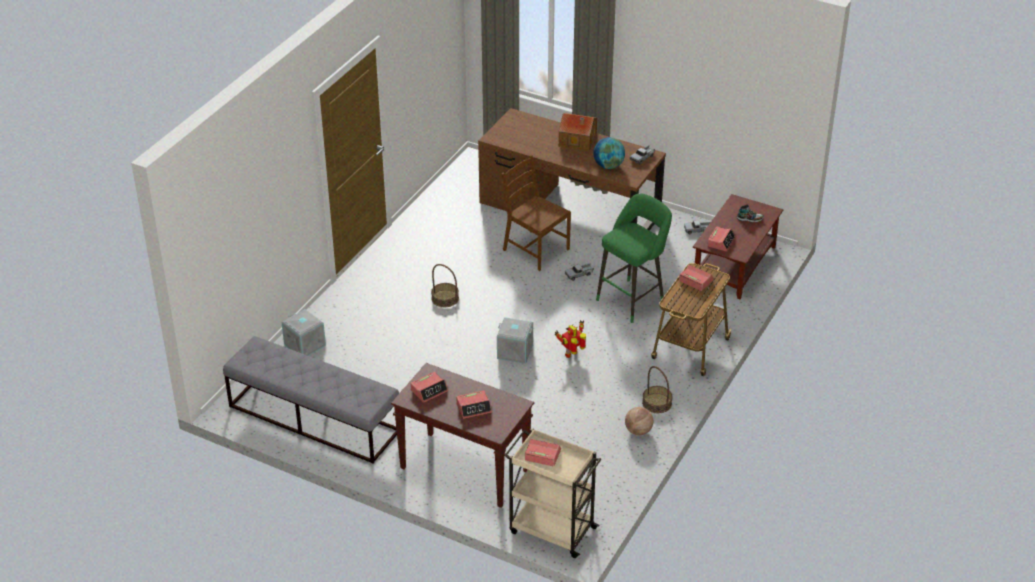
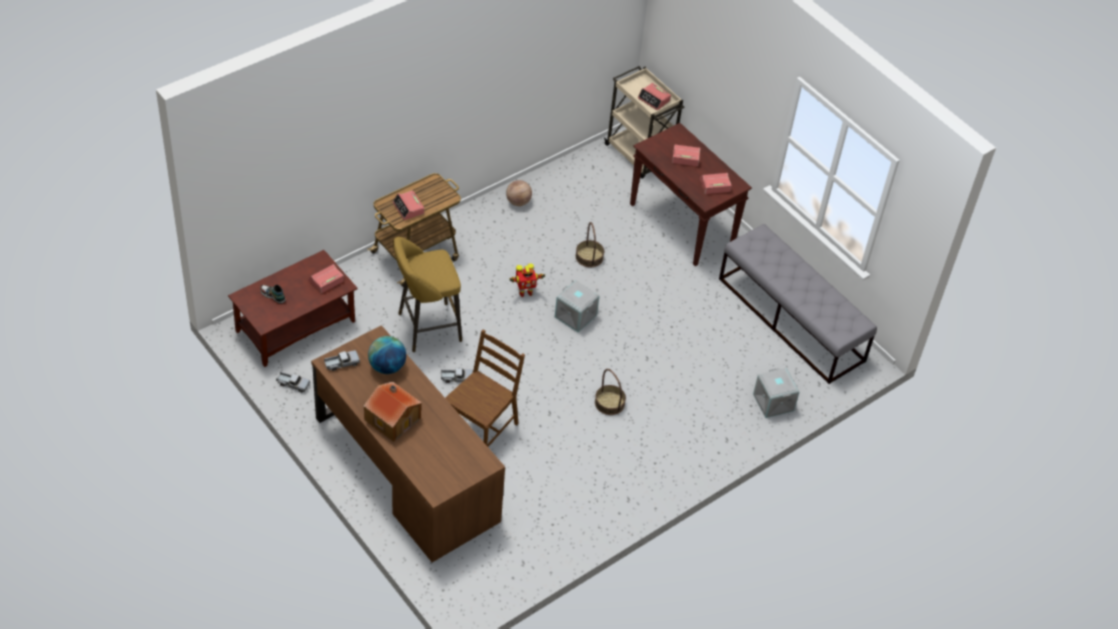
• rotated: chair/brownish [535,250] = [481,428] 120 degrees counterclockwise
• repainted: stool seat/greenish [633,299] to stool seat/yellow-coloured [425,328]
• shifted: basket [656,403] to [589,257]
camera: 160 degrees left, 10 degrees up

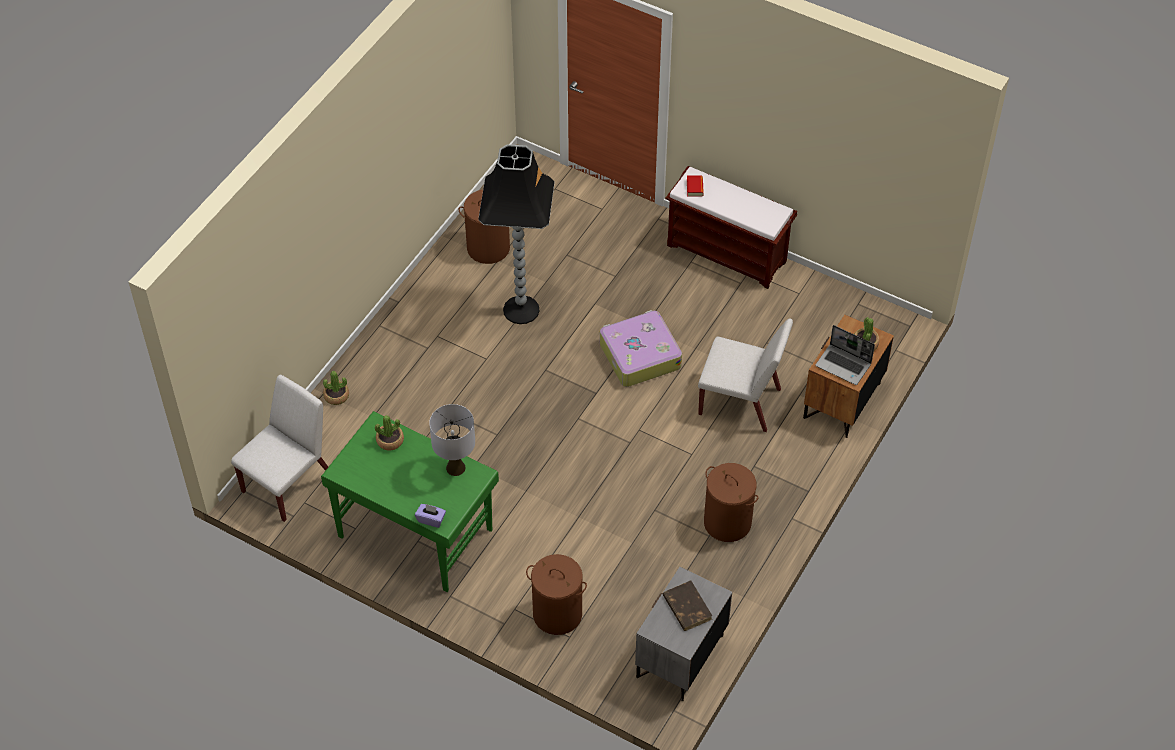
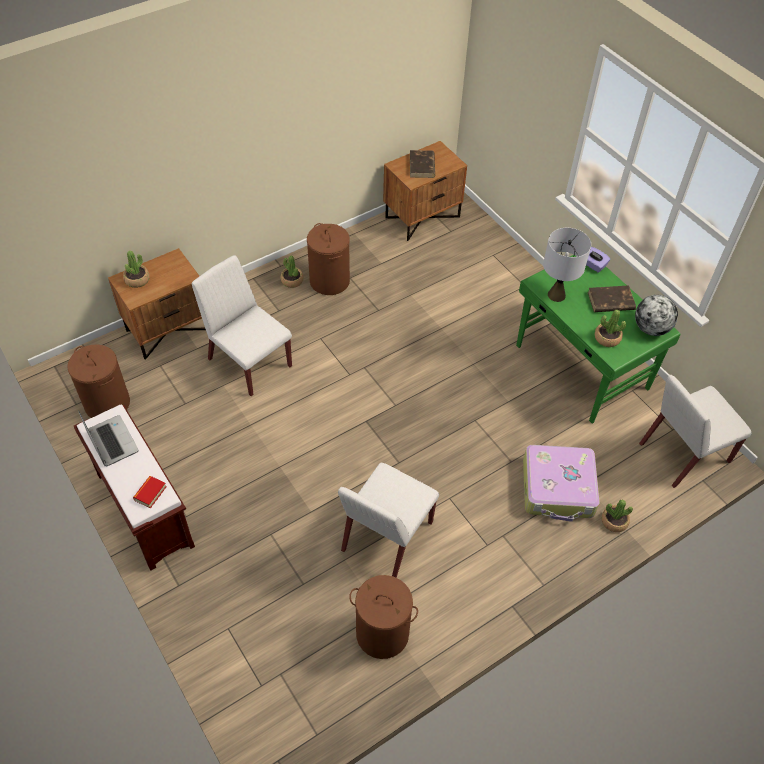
• swapped: standard lamp/blackish [522,309] to chair/whitish [386,537]
• shifted: piece of luggage [639,355] to [558,488]
• shifted: notebook computer [844,365] to [111,441]
• shifted: washing basket/brownish [557,614] to [107,404]
• repainted: nightstand/gray [680,657] to nightstand/brownish [422,216]
• new: houseplant [292,280]
• new: volume/brownish [610,301]
• new: world globe [651,328]
camera: 155 degrees left, 0 degrees up

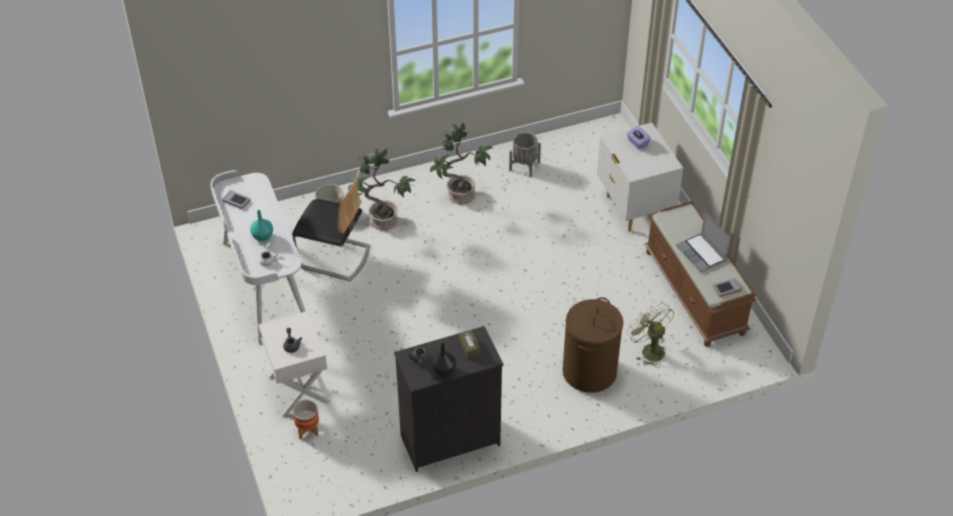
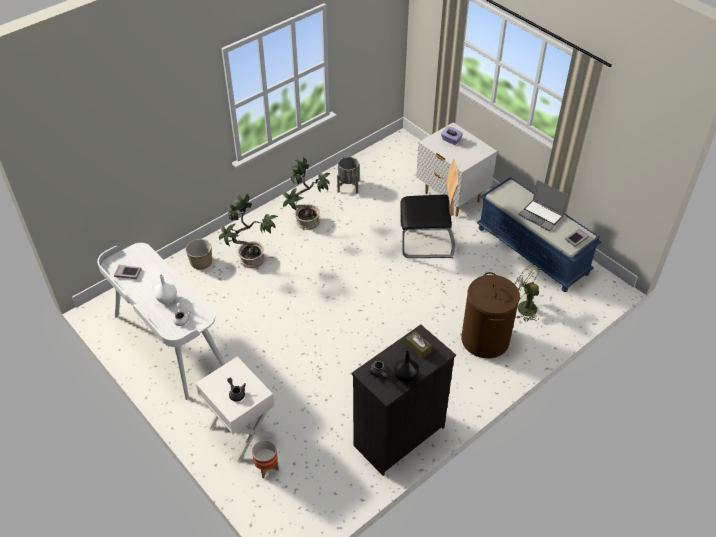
• shifted: chair [334,256] to [426,242]
• repainted: bench/brownish [696,292] to bench/bluish [533,251]
• repainted: flower vase/turquoise [262,236] to flower vase/whitish [166,299]
camera: 20 degrees left, 0 degrees up

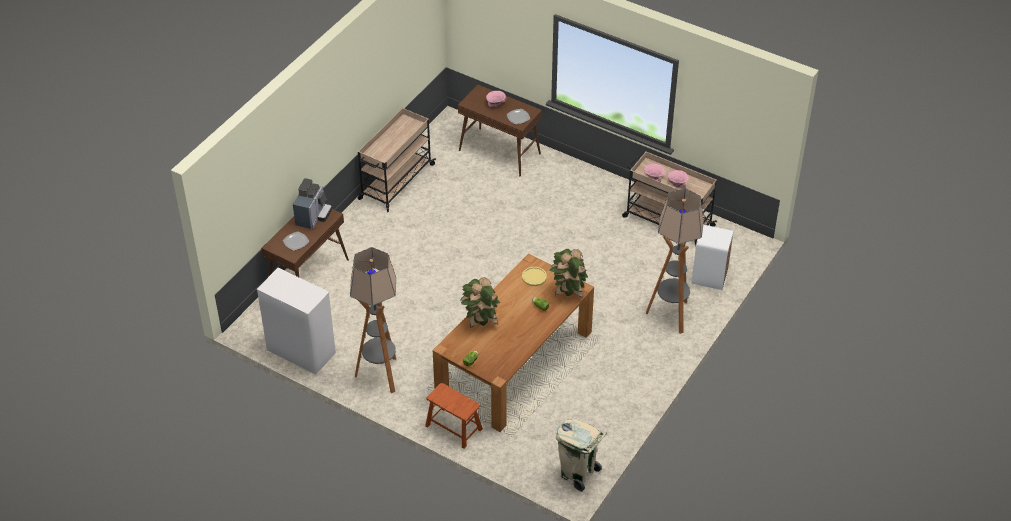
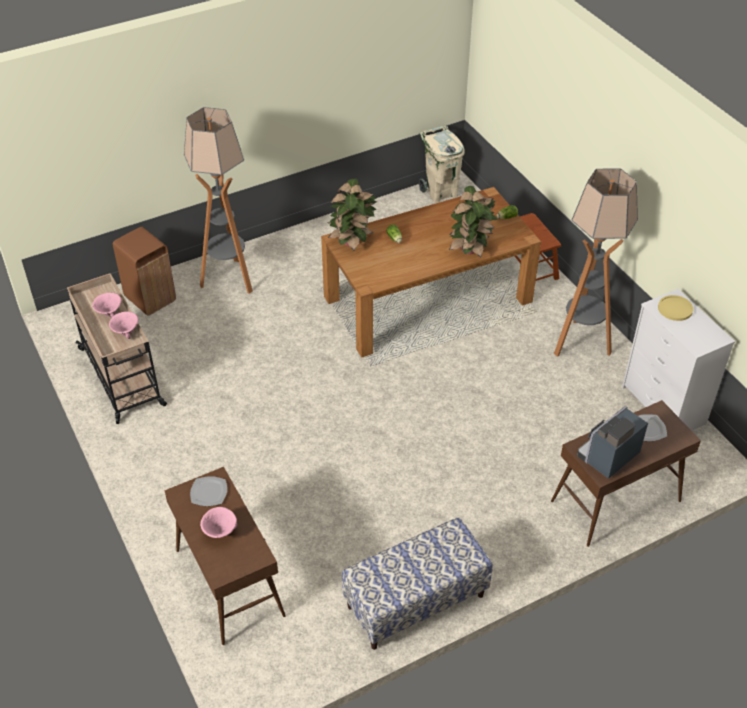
• swapped: wheeled cart/sand-coloured [396,182] to bench [415,601]
• repainted: trash can/whitish [709,278] to trash can/brownish [150,298]
• shifted: plate/yellow-coloured [534,277] to [675,308]
camera: 150 degrees left, 0 degrees up

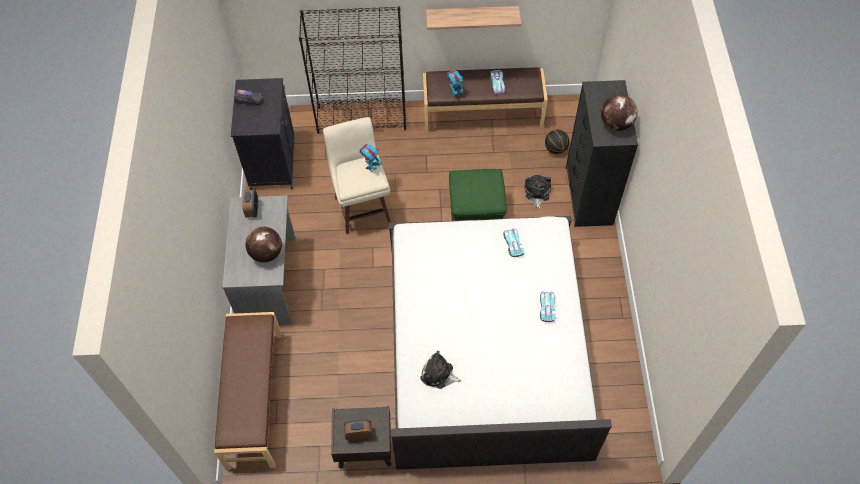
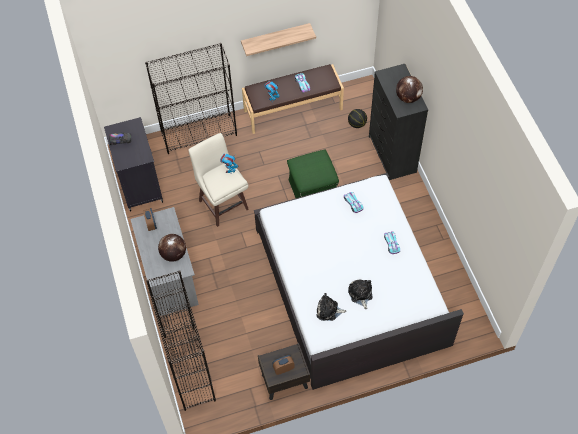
• shifted: soft toy [536,193] to [360,294]
• swapped: bench/brownish [254,399] to bookshelf/blackish [189,367]
camera: 15 degrees left, 0 degrees up

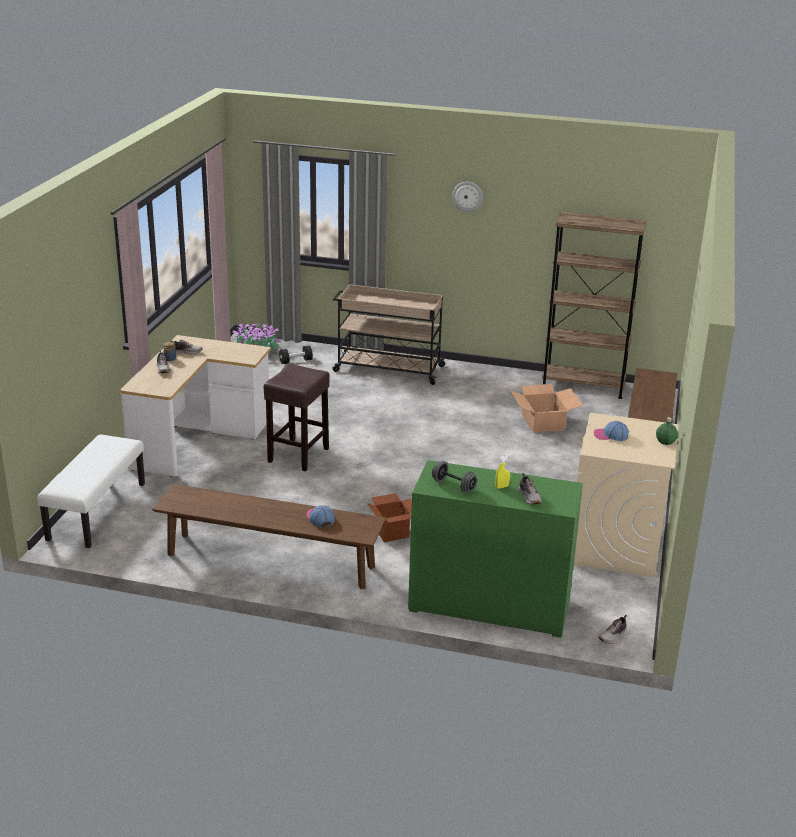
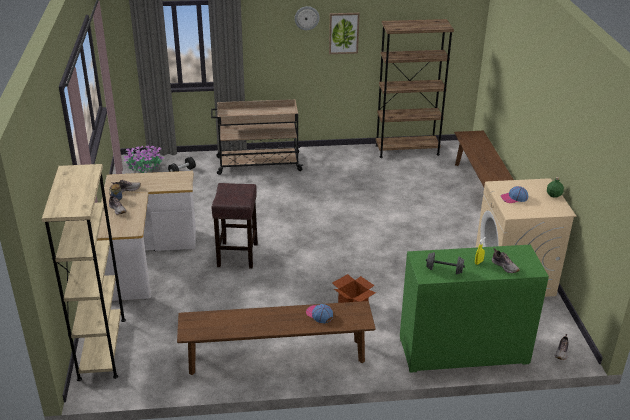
• gone: packing box [543,422]
• swapped: bench/whitish [96,511] to bookshelf/sand-coloured [102,348]
• new: wall picture [343,33]
camera: 20 degrees left, 5 degrees up

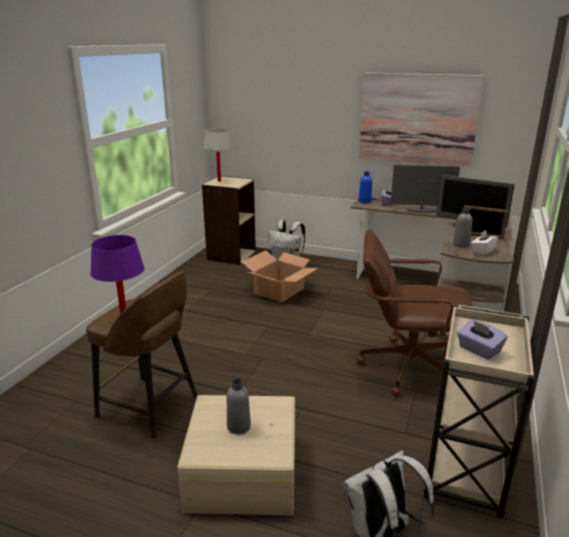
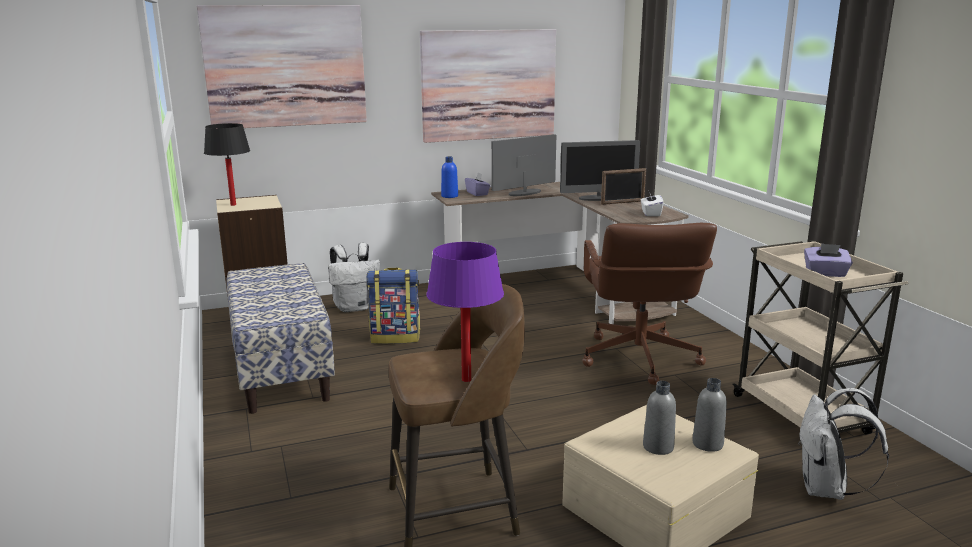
• repainted: lamp for a table/whitish [219,181] to lamp for a table/blackish [233,205]
• shifted: drink bottle/gray [461,244] to [707,444]
• rotated: desk chair/brownish [408,367] = [638,359] 60 degrees counterclockwise
• swapped: packing box [279,291] to rucksack [395,337]
• new: wall picture [285,66]
• new: bench [280,369]
camera: 40 degrees left, 5 degrees down

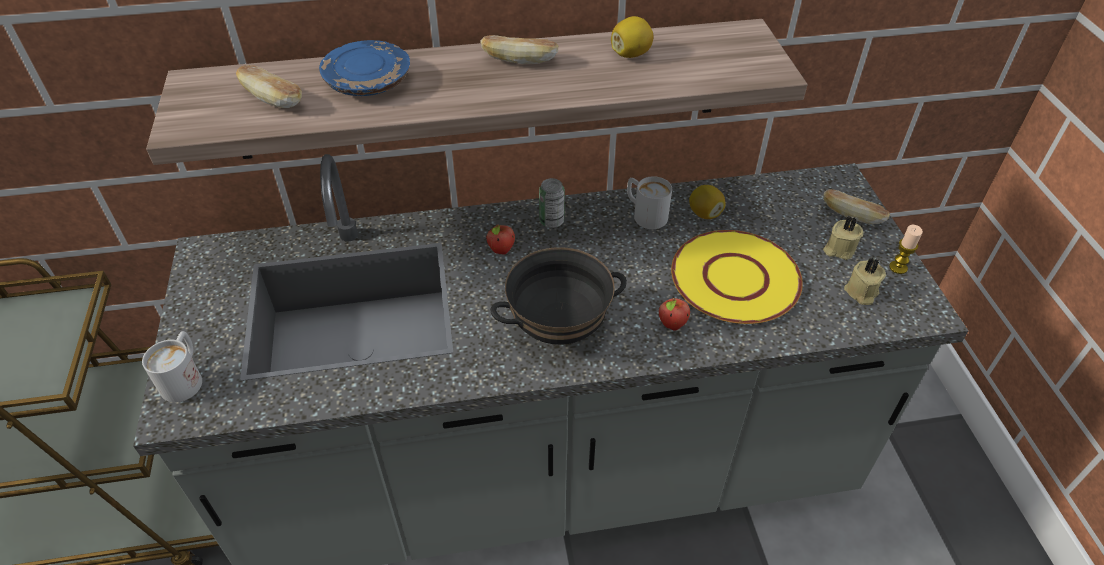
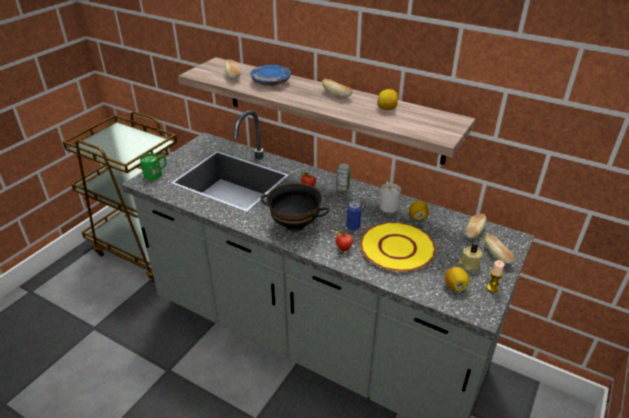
• swapped: wax light/sand-coloured [861,292] to lemon [455,286]
• repainted: coffee mug/whitish [185,377] to coffee mug/greenish [156,173]
• new: sealed can [353,227]
• new: bakery bread [473,232]
camera: 40 degrees right, 10 degrees down

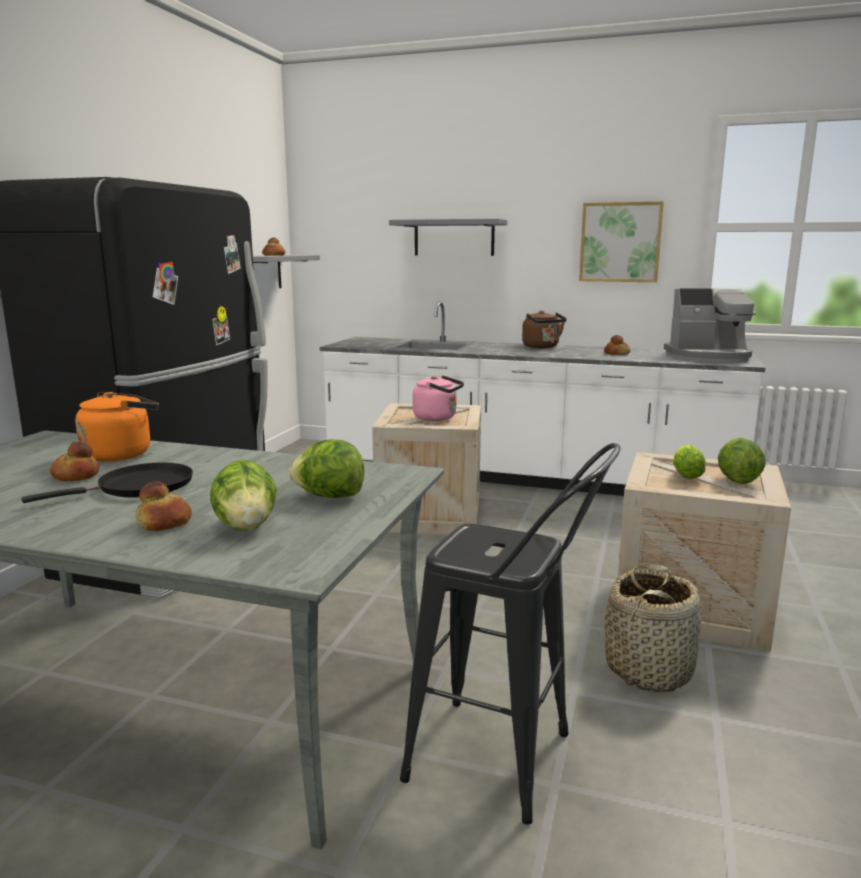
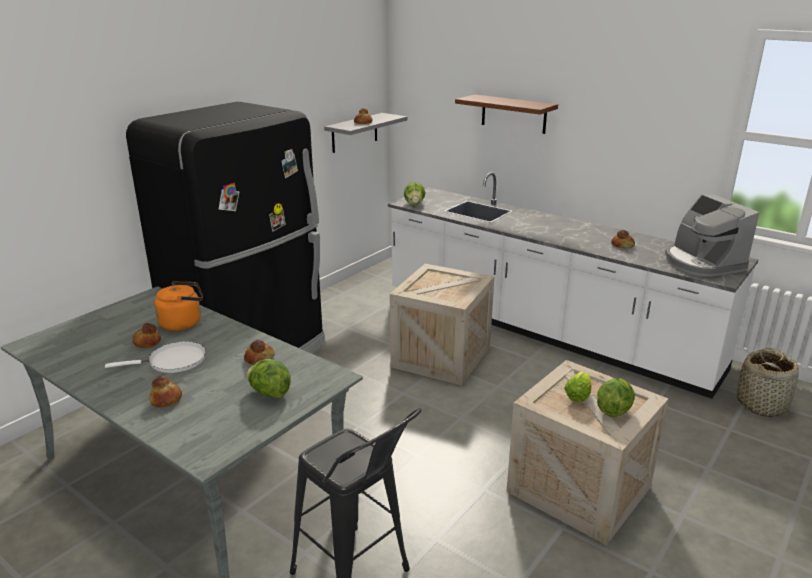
• gone: wall picture [620,242]
• repainted: shelf/gray [454,238] to shelf/brownish [513,114]
• rotated: coffee machine [708,357] = [701,263] 45 degrees clockwise
• gone: kettle/brownish [542,347]
• gone: kettle/pink [438,418]
• shifted: lettuce head [246,526] to [414,204]
• repainted: frying pan/blackish [139,487] to frying pan/whitish [173,361]
• shifted: basket [649,669] to [762,404]
• new: bakery bread [259,358]
camera: 20 degrees right, 10 degrees up

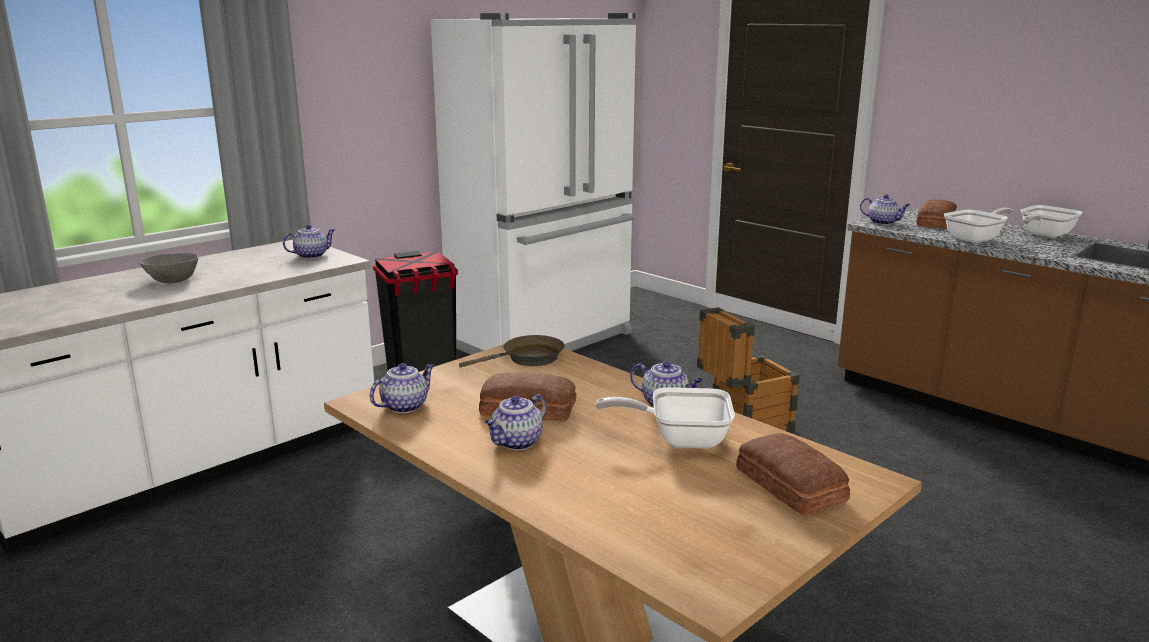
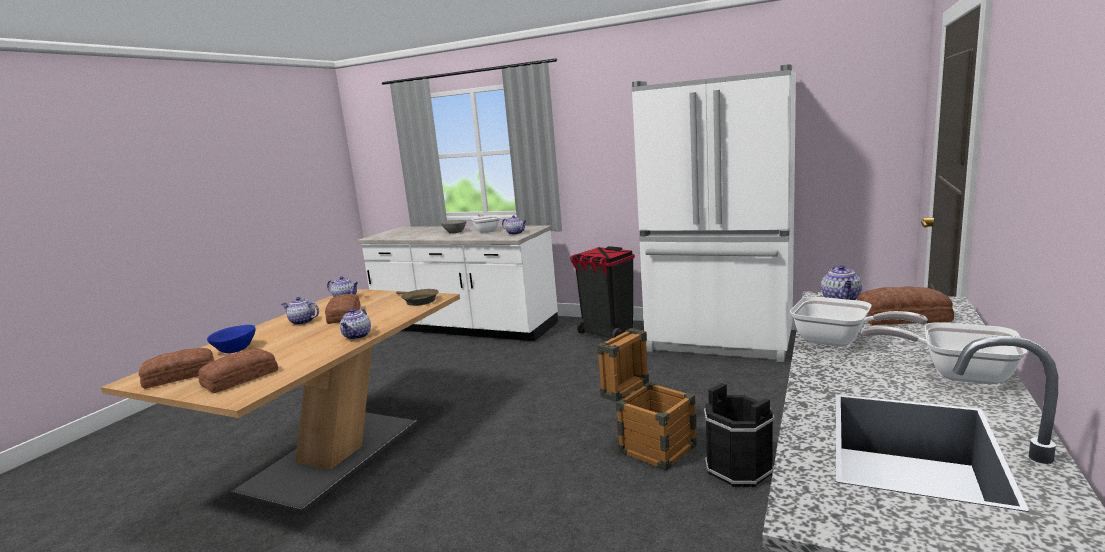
• shifted: frying pan [680,439] to [486,231]
• new: serving bowl/bluish [235,350]
• new: bakery bread [180,376]
• new: pail/blackish [739,468]
camera: 70 degrees right, 5 degrees down

